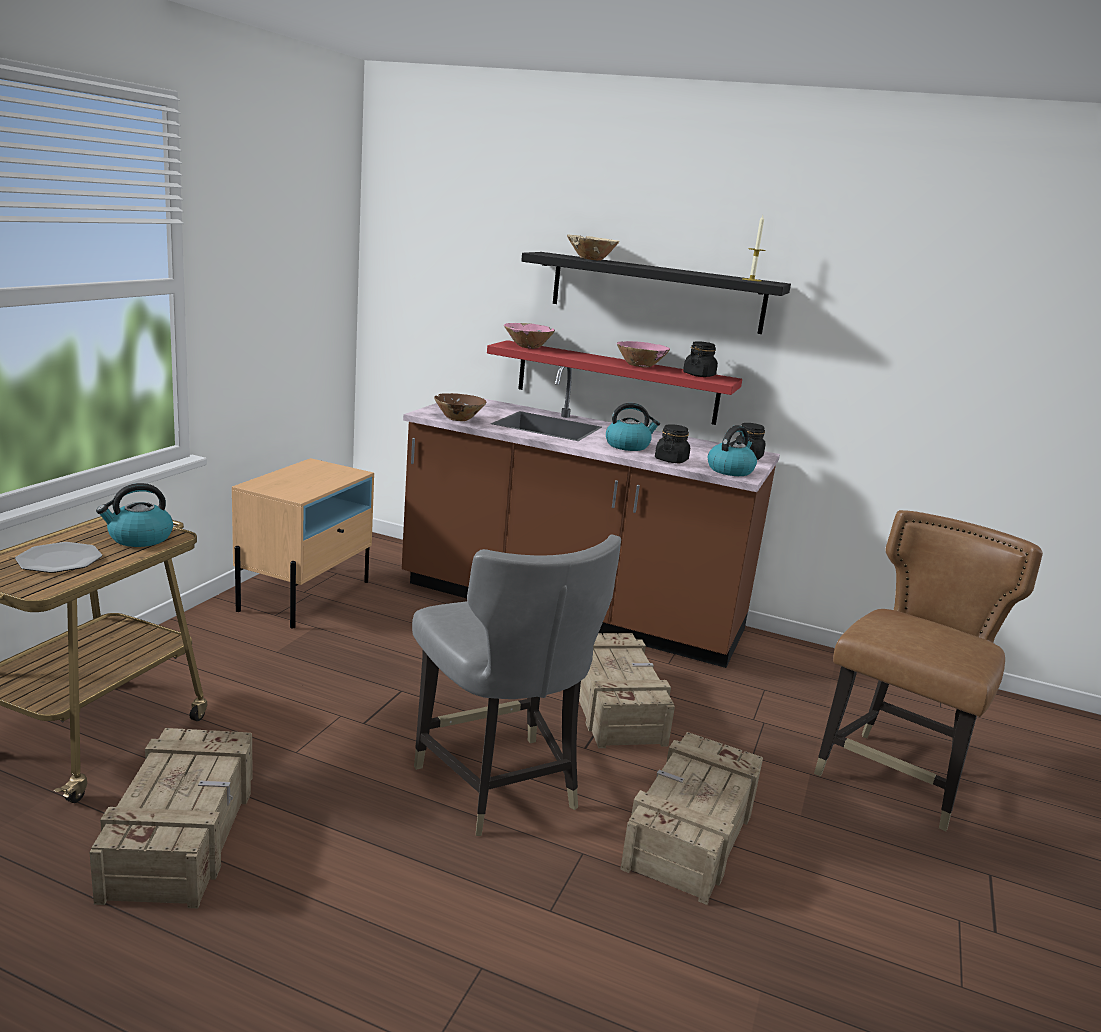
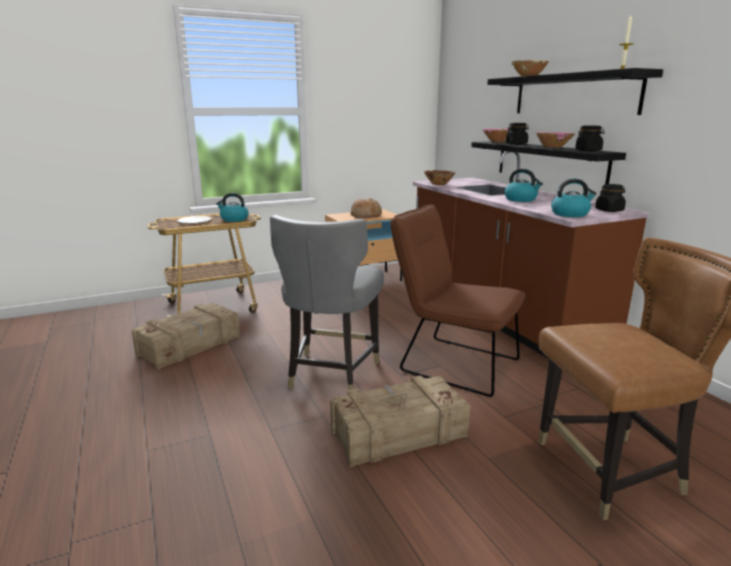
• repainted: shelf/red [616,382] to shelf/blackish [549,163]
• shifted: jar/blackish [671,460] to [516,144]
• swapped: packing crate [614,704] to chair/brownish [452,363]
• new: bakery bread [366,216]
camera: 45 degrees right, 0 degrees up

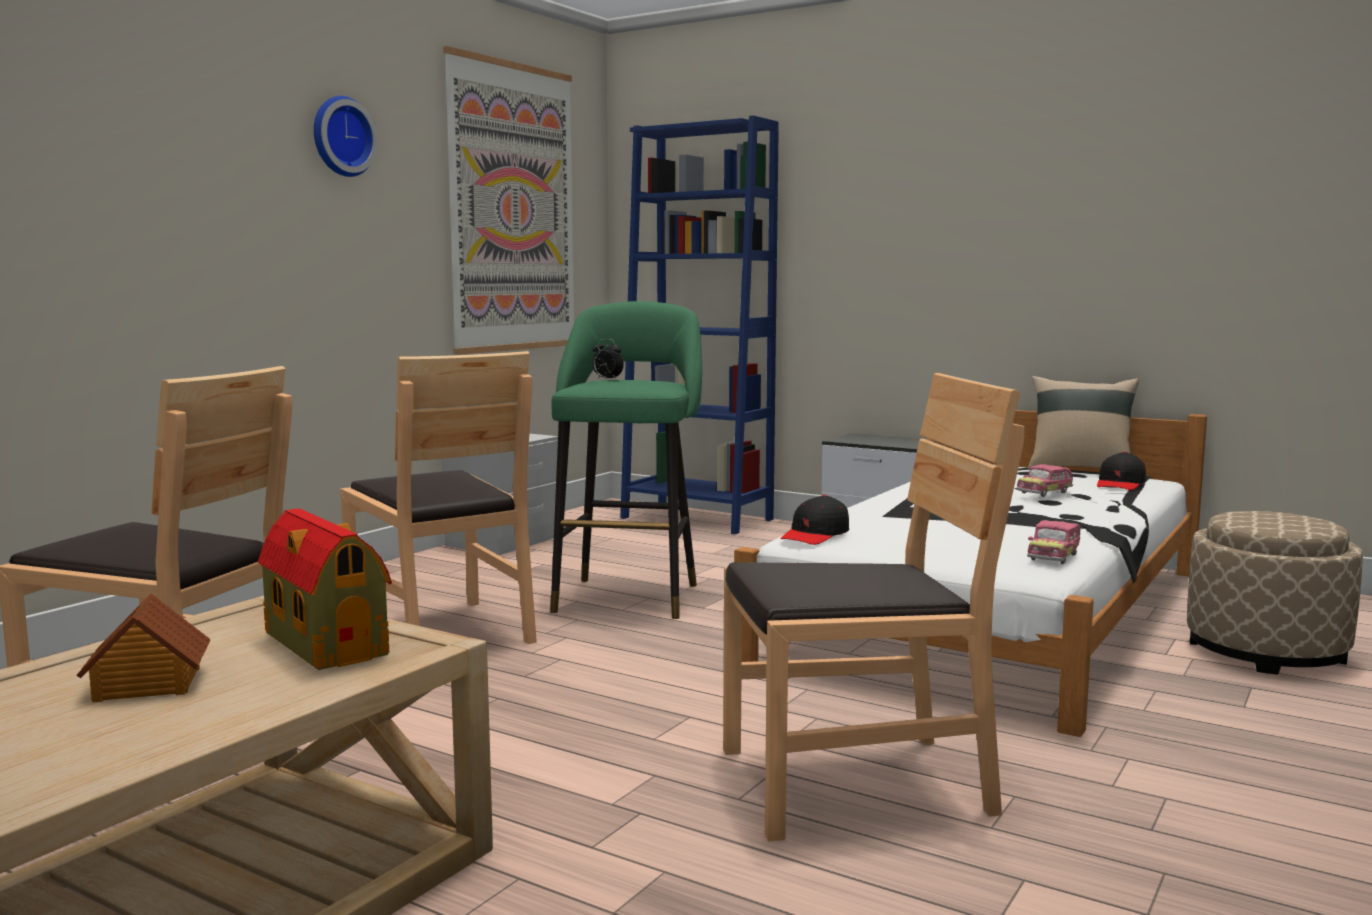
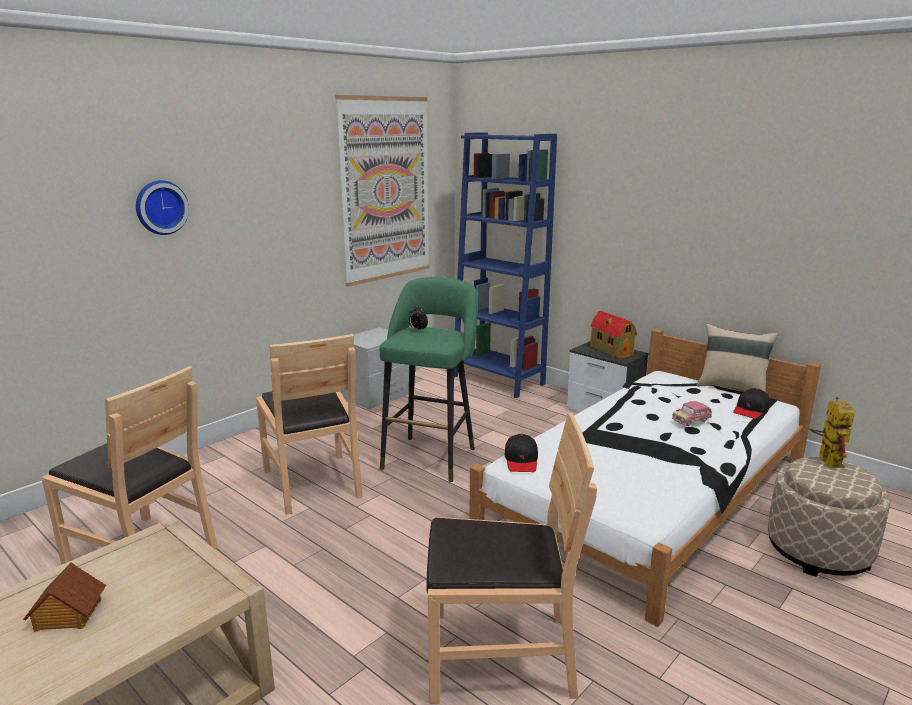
• shifted: clock on the wall [340,137] to [160,207]
• rotated: cap/blackish [815,535] = [521,460] 45 degrees counterclockwise
• shifted: toy house [324,642] to [610,350]
• gone: toy car [1053,557]
• new: toy robot [825,459]
camera: 10 degrees right, 10 degrees up

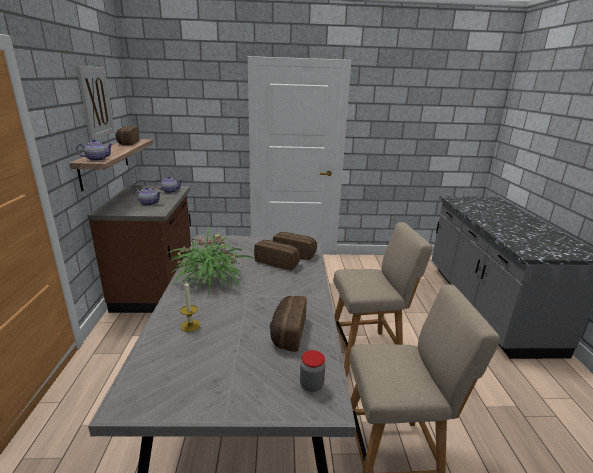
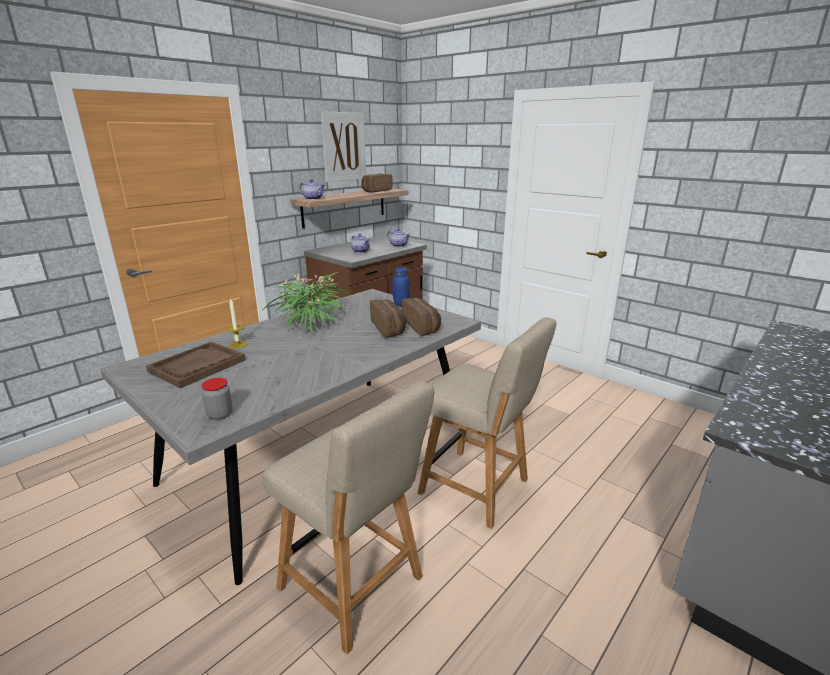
• gone: bakery bread [287,332]
• new: jar/bluish [401,304]
• new: tray/brownish [197,366]
camera: 45 degrees right, 0 degrees up

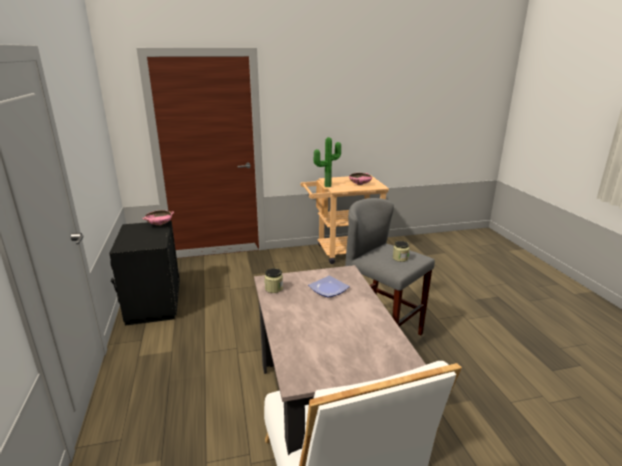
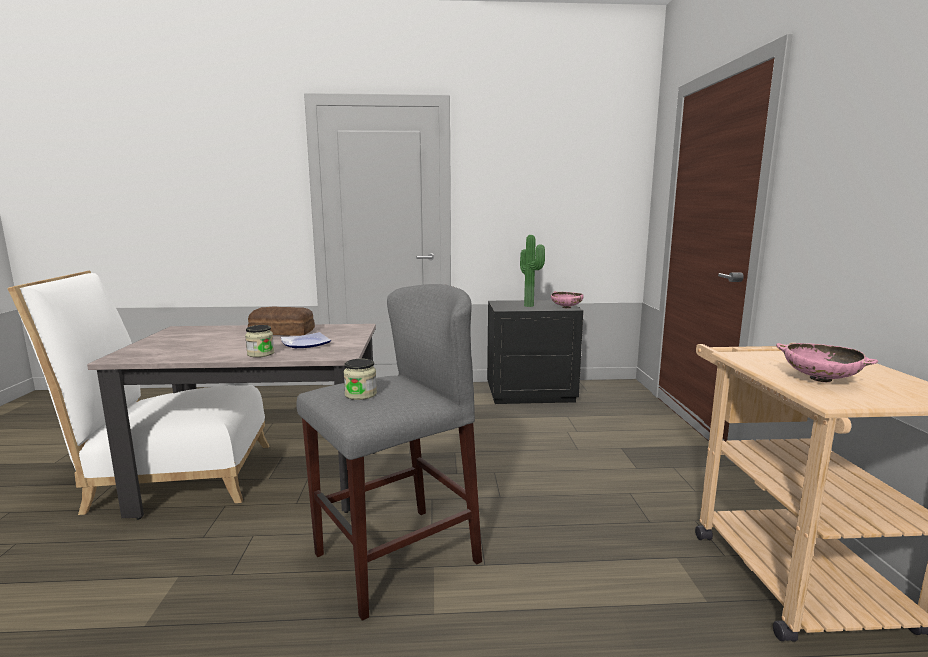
• shifted: houseplant [327,186] to [530,305]
• shifted: jar [274,288] to [260,354]
• new: bakery bread [282,332]
camera: 100 degrees right, 10 degrees down

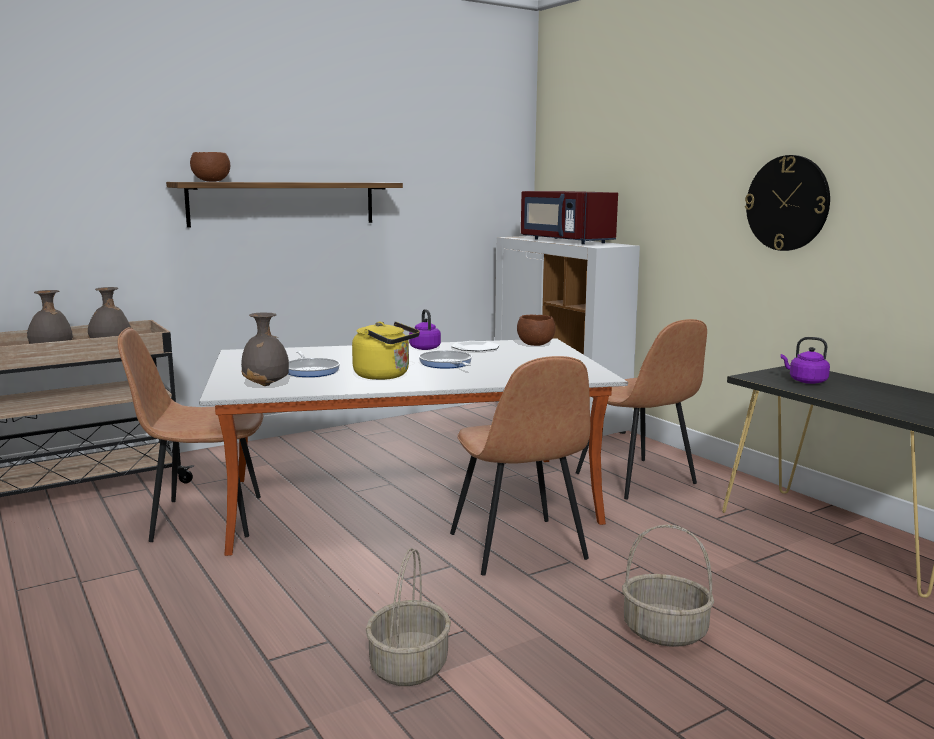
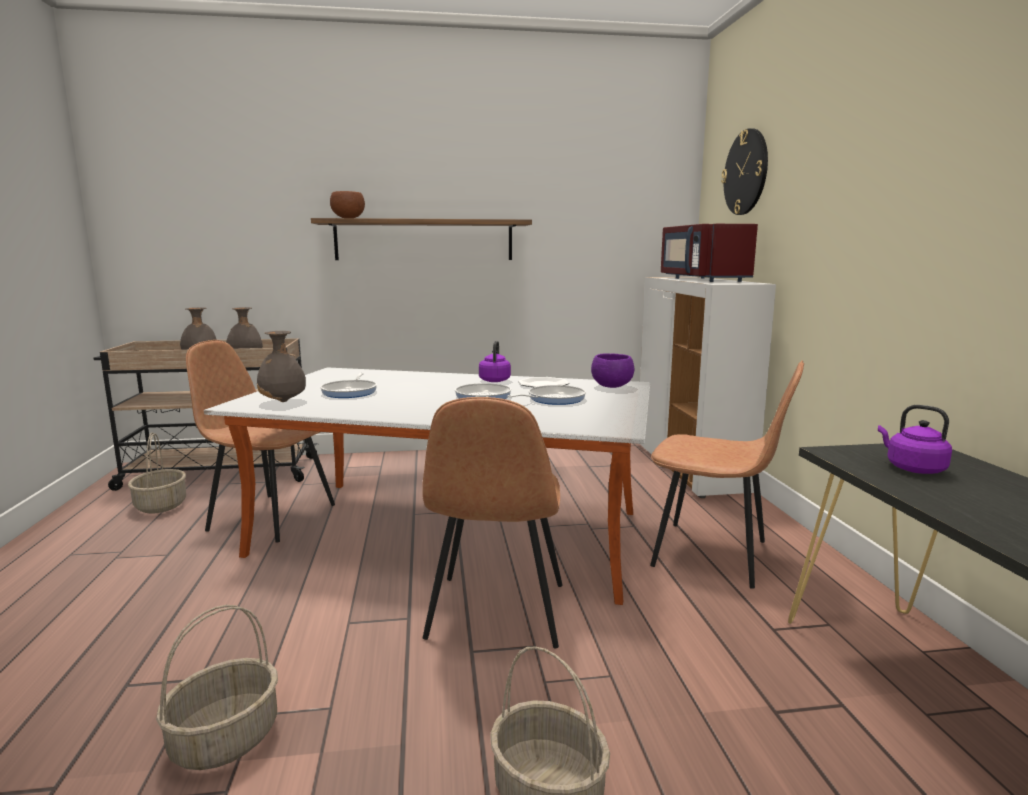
• shifted: clock on the wall [787,203] to [746,172]
• repainted: serving bowl/brownish [535,345] to serving bowl/purplish [611,387]
• rotated: chair/brownish [637,479] = [713,554] 60 degrees counterclockwise
• gone: kettle/yellow-coloured [385,376]
• new: frying pan [553,399]
• new: basket [160,505]
camera: 25 degrees right, 0 degrees up

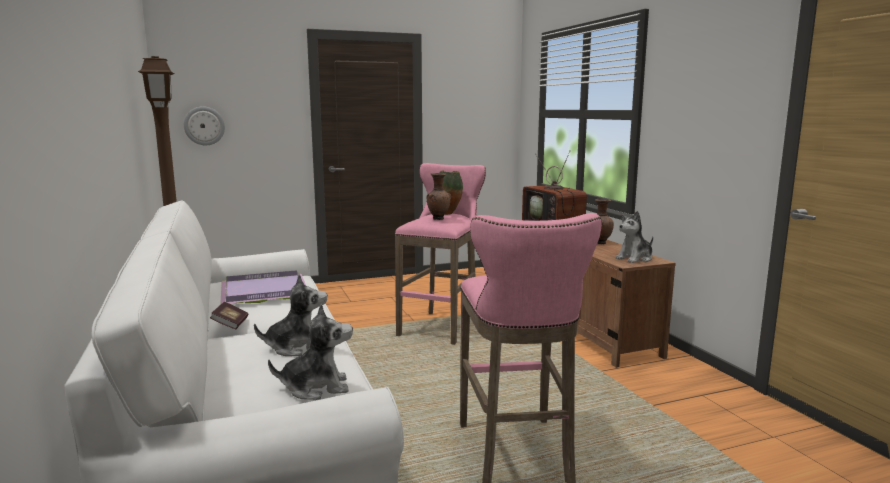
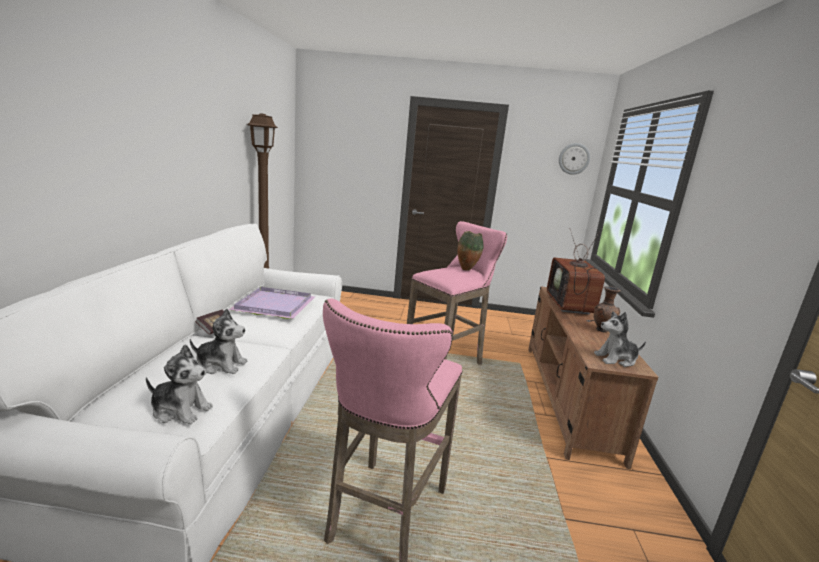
• shifted: clock on the wall [204,126] to [574,158]
• gone: flower vase/brownish [438,219]
camera: 25 degrees right, 5 degrees up

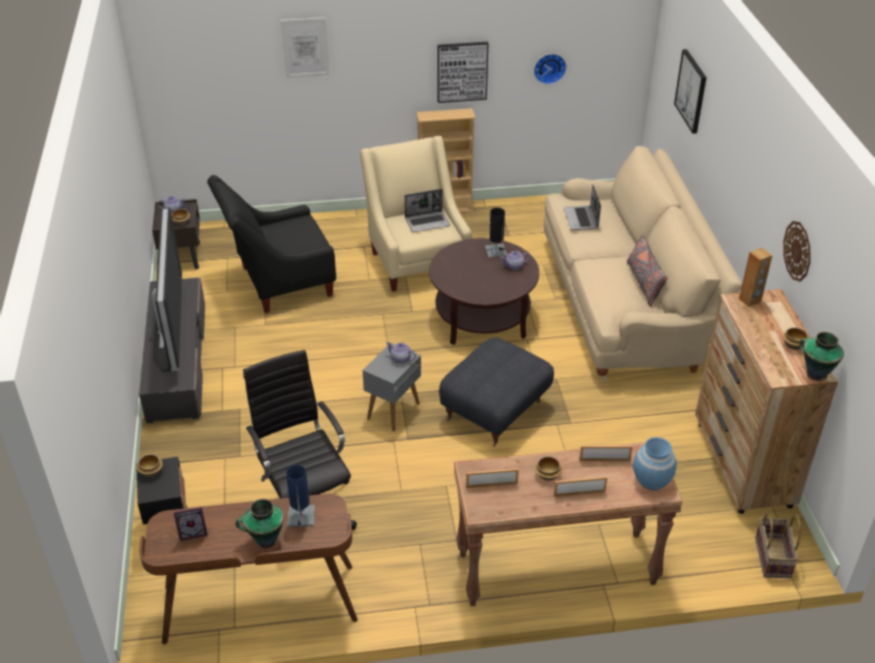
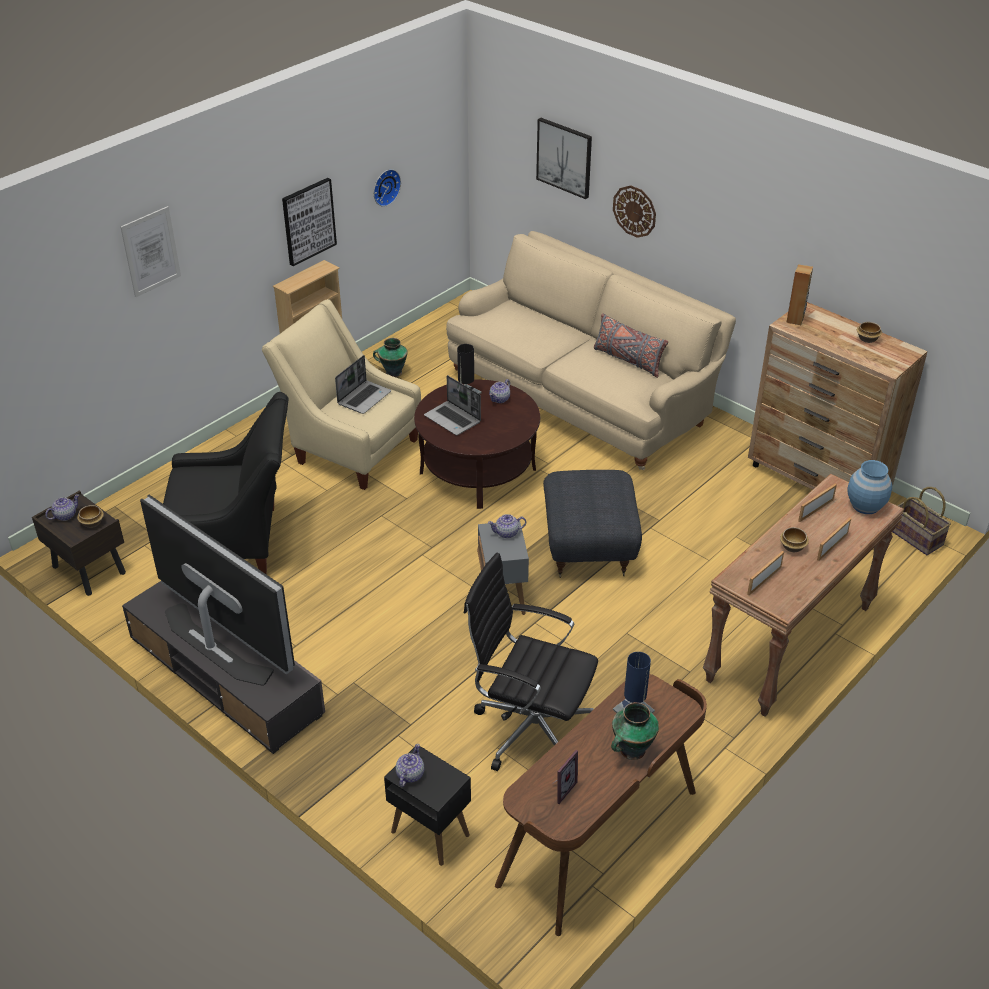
• rotated: lounge chair/blackish [279,283] = [237,541] 120 degrees counterclockwise
• shifted: notebook computer [581,219] to [453,419]
• shifted: clock on the wall [797,251] to [634,211]
• shifted: flower vase [815,373] to [393,372]
• swapped: serving bowl [150,471] to pot for tea [409,775]
camera: 40 degrees left, 0 degrees up

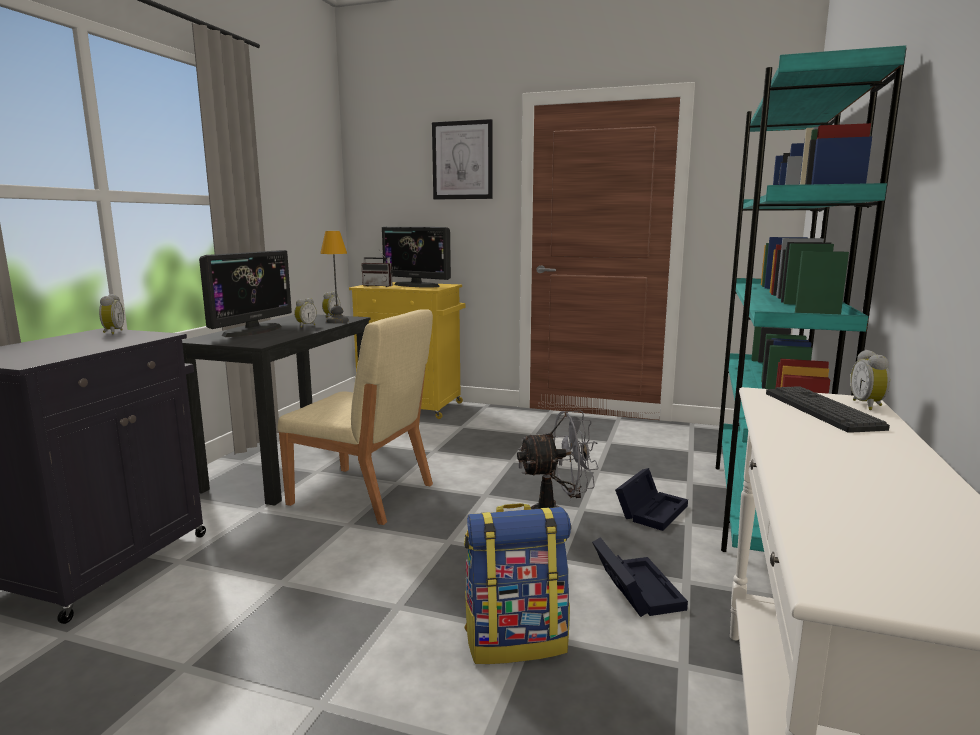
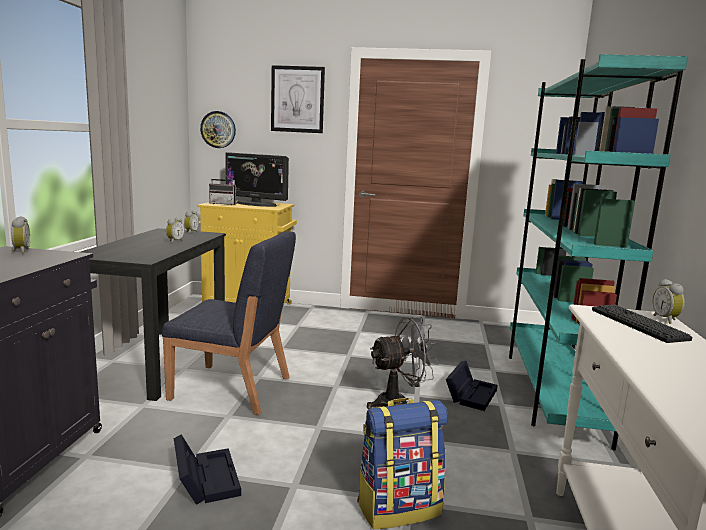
• gone: lamp for a table [337,321]
• gone: computer display [252,330]
• repainted: chair/sand-coloured [363,495] to chair/bluish [232,389]
• shifted: storage bin/blackish [634,589] to [205,478]
• new: clock on the wall [218,129]
camera: 10 degrees left, 0 degrees up

